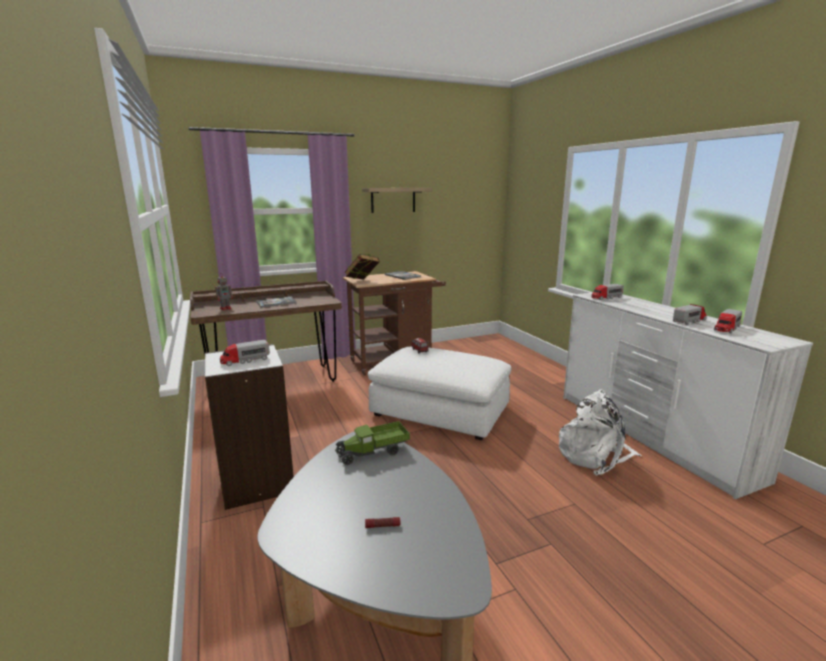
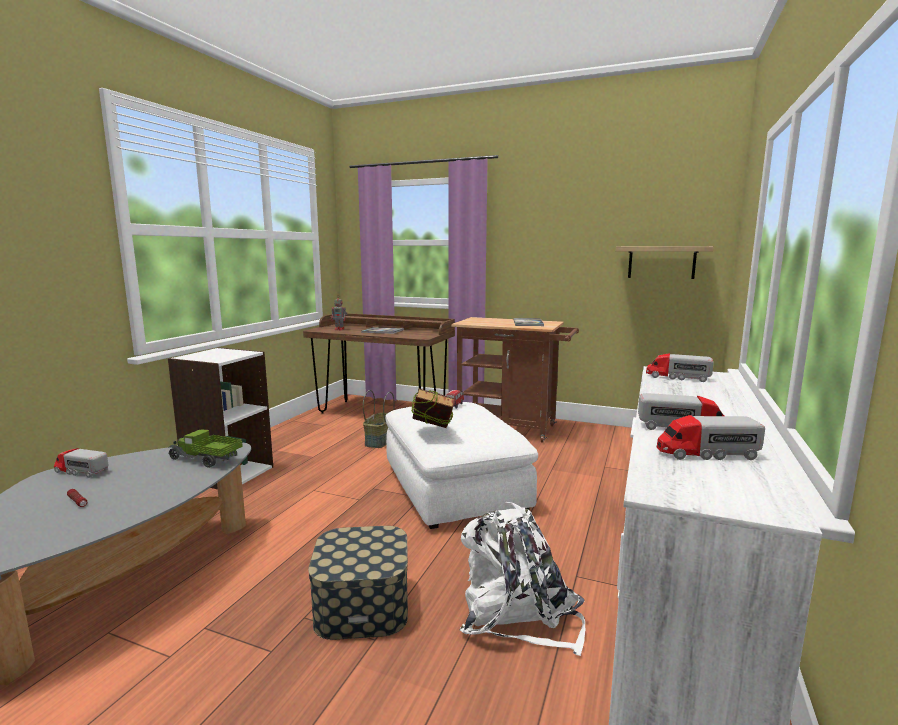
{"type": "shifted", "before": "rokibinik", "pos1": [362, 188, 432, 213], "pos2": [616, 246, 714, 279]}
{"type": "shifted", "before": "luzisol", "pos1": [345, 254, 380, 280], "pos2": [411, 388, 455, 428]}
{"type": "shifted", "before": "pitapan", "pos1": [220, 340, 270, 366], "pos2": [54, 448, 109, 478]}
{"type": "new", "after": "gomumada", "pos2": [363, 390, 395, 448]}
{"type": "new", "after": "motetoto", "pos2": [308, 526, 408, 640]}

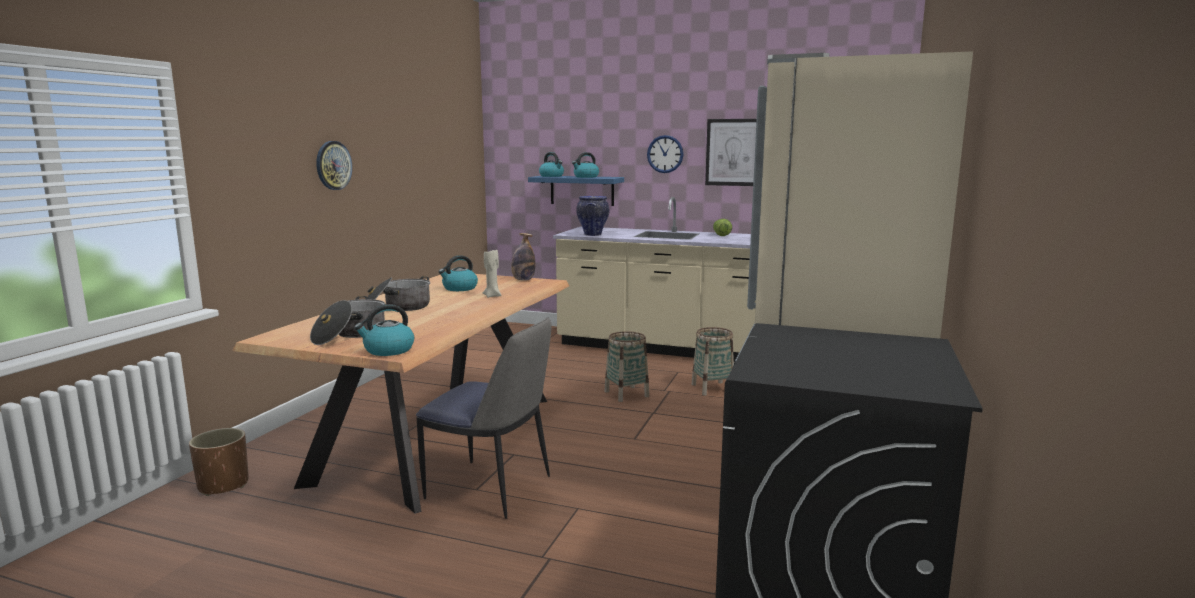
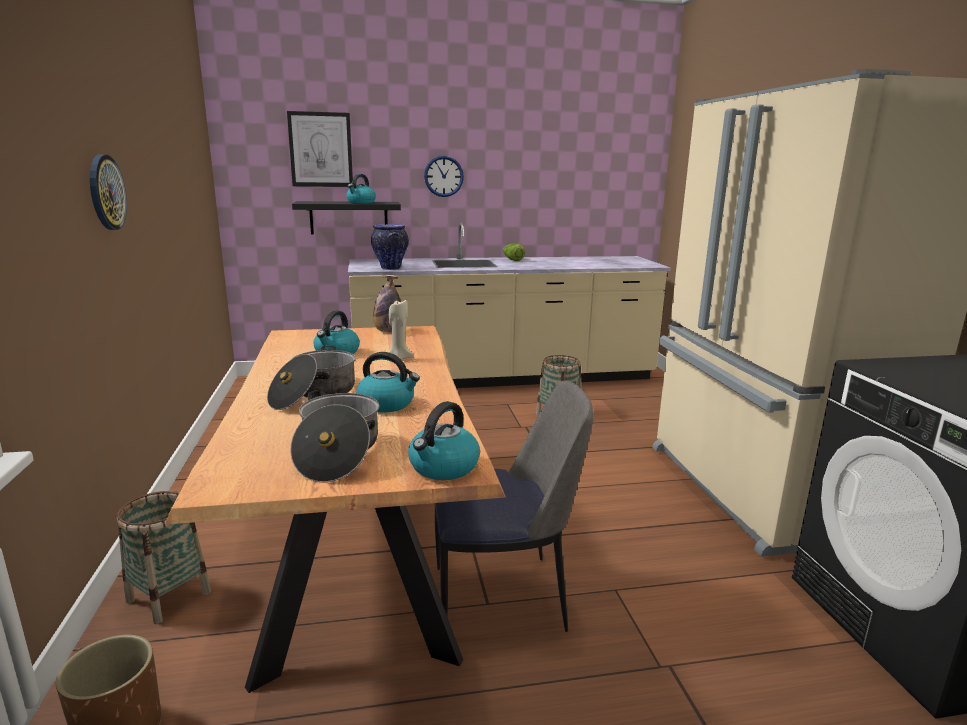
{"type": "shifted", "before": "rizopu", "pos1": [705, 119, 757, 186], "pos2": [287, 111, 353, 187]}
{"type": "shifted", "before": "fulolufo", "pos1": [539, 152, 564, 177], "pos2": [356, 352, 420, 413]}
{"type": "repainted", "before": "blue_rokibinik", "after": "black_rokibinik", "pos1": [528, 176, 624, 206], "pos2": [292, 201, 401, 234]}
{"type": "shifted", "before": "gomumada", "pos1": [604, 331, 649, 402], "pos2": [117, 491, 211, 624]}

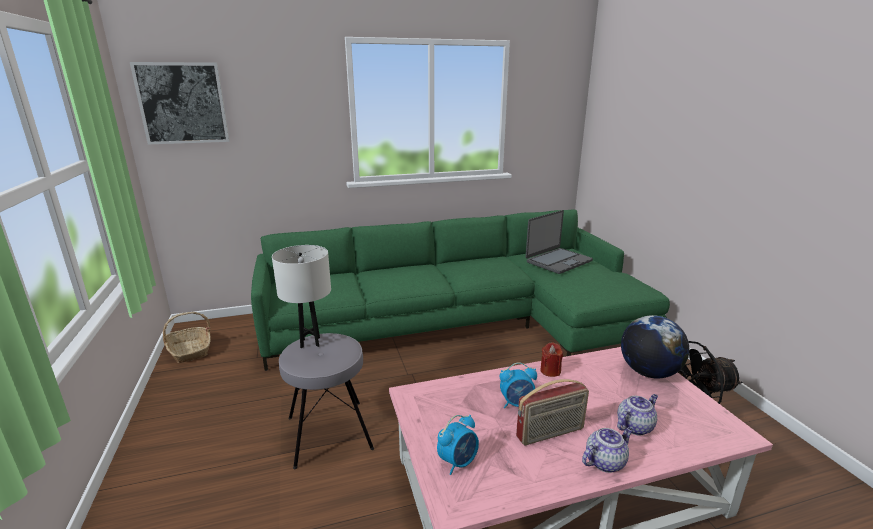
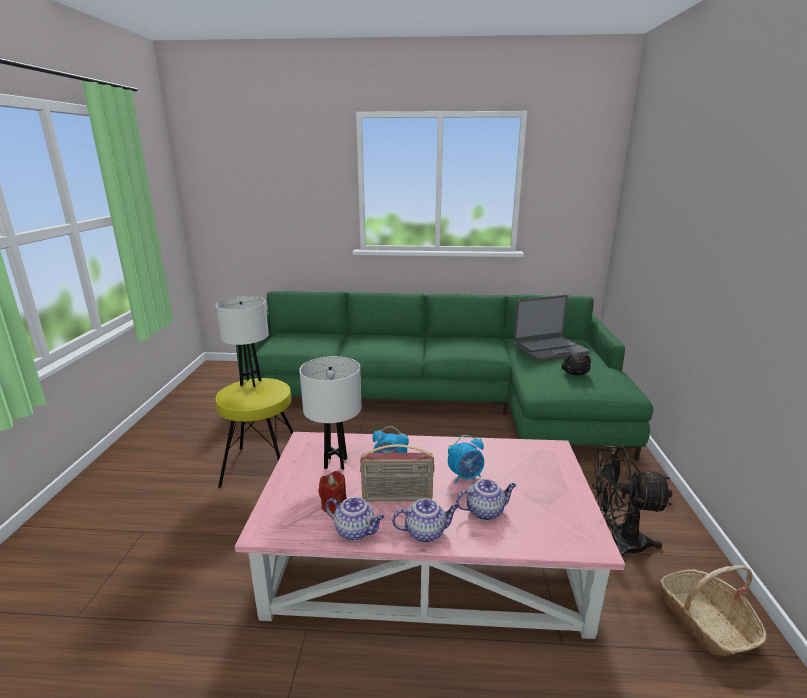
{"type": "gone", "before": "rizopu", "pos1": [130, 62, 230, 144]}
{"type": "shifted", "before": "gomumada", "pos1": [163, 312, 211, 363], "pos2": [660, 565, 767, 656]}
{"type": "gone", "before": "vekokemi", "pos1": [621, 315, 689, 378]}
{"type": "repainted", "before": "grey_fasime", "after": "yellow_fasime", "pos1": [279, 333, 374, 470], "pos2": [215, 378, 293, 488]}
{"type": "shifted", "before": "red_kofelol", "pos1": [540, 343, 563, 377], "pos2": [318, 471, 347, 513]}
{"type": "shifted", "before": "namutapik", "pos1": [437, 415, 479, 475], "pos2": [448, 435, 484, 483]}
{"type": "new", "after": "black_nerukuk", "pos2": [562, 353, 591, 375]}
{"type": "new", "after": "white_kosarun", "pos2": [299, 356, 361, 470]}
{"type": "new", "after": "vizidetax", "pos2": [325, 497, 384, 541]}

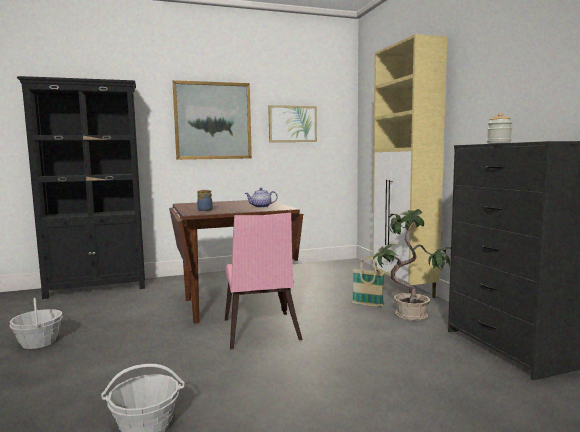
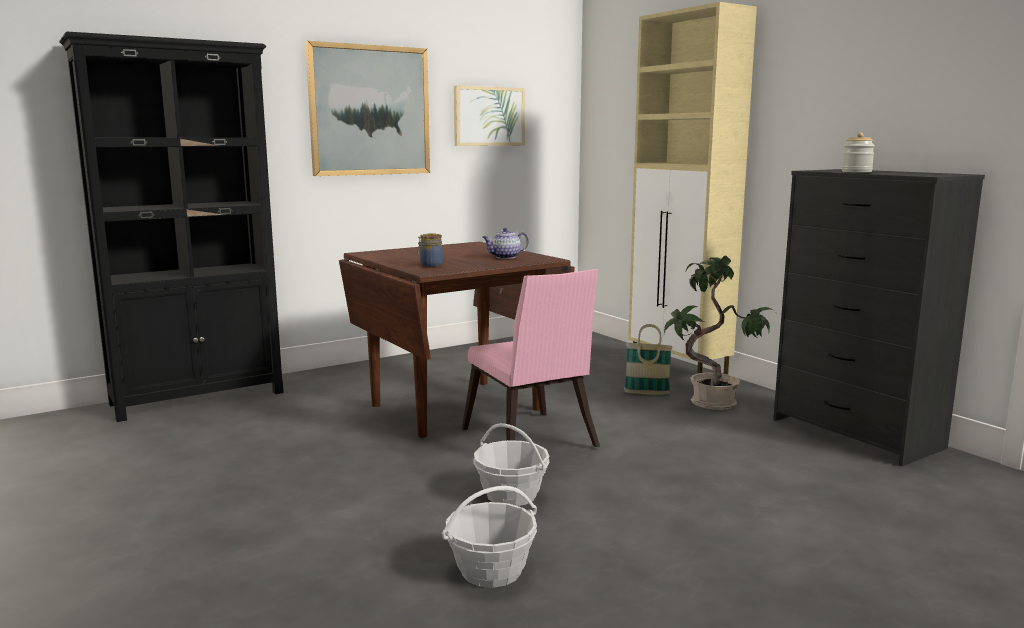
{"type": "shifted", "before": "gomumada", "pos1": [9, 298, 63, 349], "pos2": [473, 423, 550, 506]}

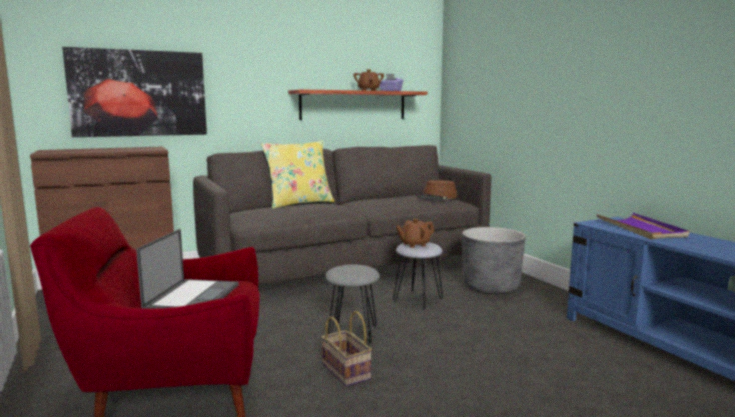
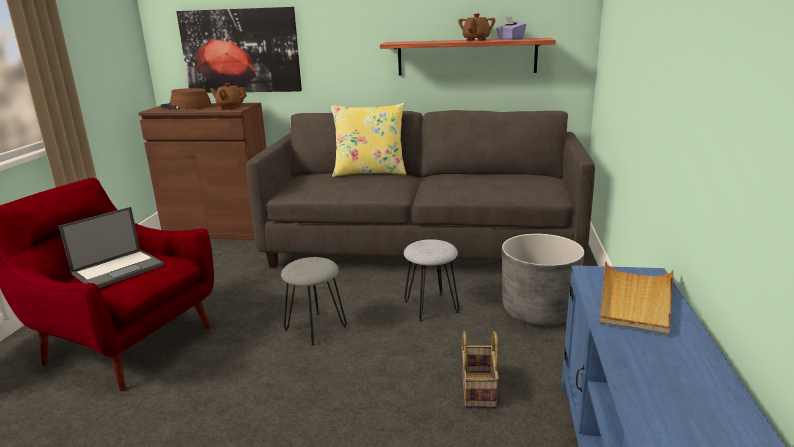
{"type": "shifted", "before": "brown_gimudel", "pos1": [416, 180, 457, 200], "pos2": [160, 88, 212, 110]}
{"type": "repainted", "before": "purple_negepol", "after": "beige_negepol", "pos1": [596, 213, 689, 239], "pos2": [600, 261, 673, 335]}
{"type": "shifted", "before": "brown_vizidetax", "pos1": [396, 219, 434, 248], "pos2": [210, 83, 247, 109]}
{"type": "shifted", "before": "gomumada", "pos1": [321, 311, 372, 386], "pos2": [462, 331, 499, 408]}

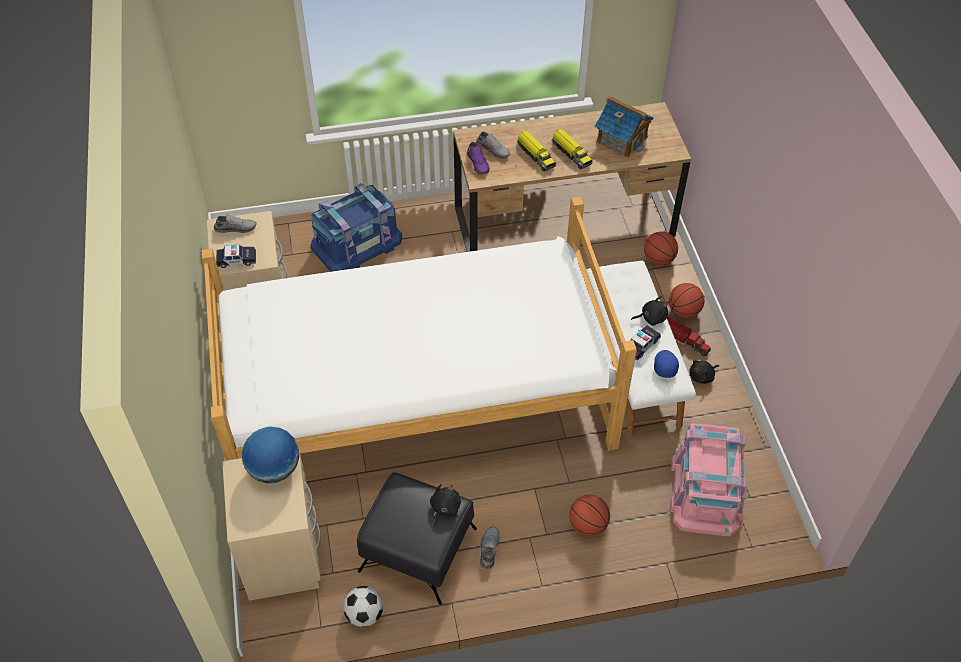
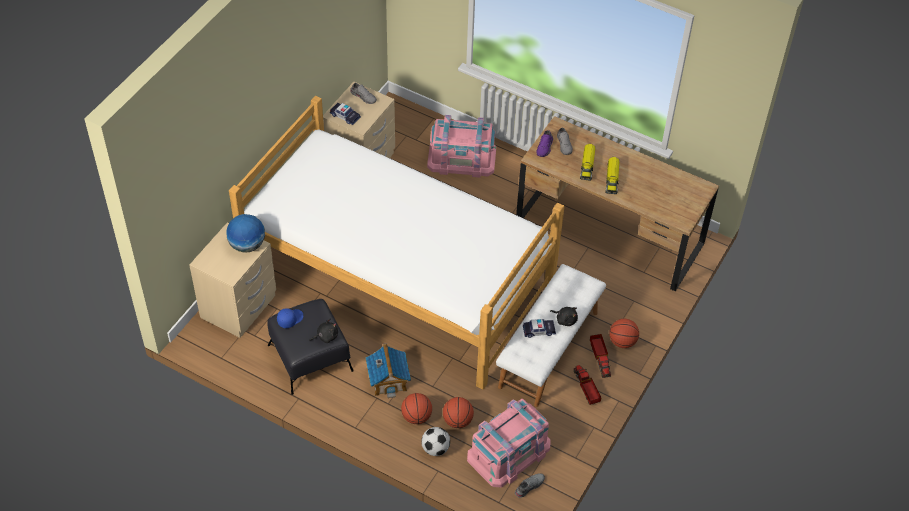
{"type": "shifted", "before": "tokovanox", "pos1": [595, 96, 654, 158], "pos2": [366, 343, 411, 398]}
{"type": "repainted", "before": "blue_motetoto", "after": "pink_motetoto", "pos1": [311, 183, 402, 272], "pos2": [427, 115, 496, 178]}
{"type": "shifted", "before": "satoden", "pos1": [644, 231, 678, 266], "pos2": [443, 397, 474, 428]}
{"type": "shifted", "before": "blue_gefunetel", "pos1": [654, 350, 679, 378], "pos2": [277, 308, 303, 328]}
{"type": "swapped", "before": "black_nerukuk", "after": "pitapan", "pos1": [689, 360, 719, 384], "pos2": [573, 365, 601, 405]}
{"type": "shifted", "before": "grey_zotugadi", "pos1": [480, 526, 499, 569], "pos2": [515, 473, 545, 498]}
{"type": "shifted", "before": "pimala", "pos1": [343, 586, 383, 627], "pos2": [421, 427, 450, 456]}

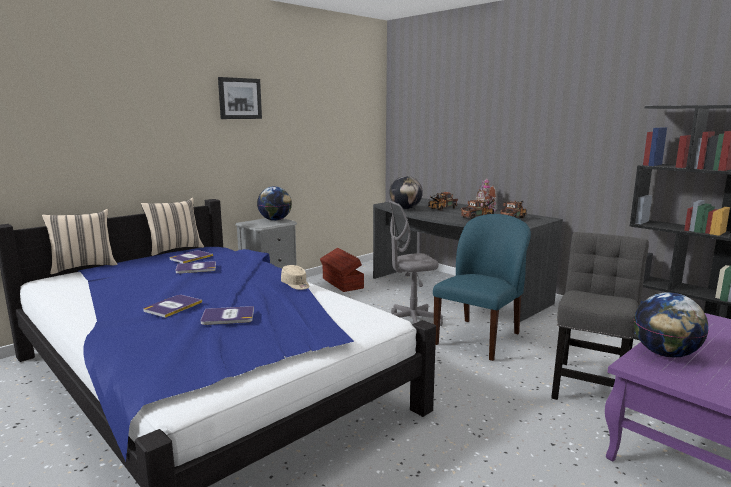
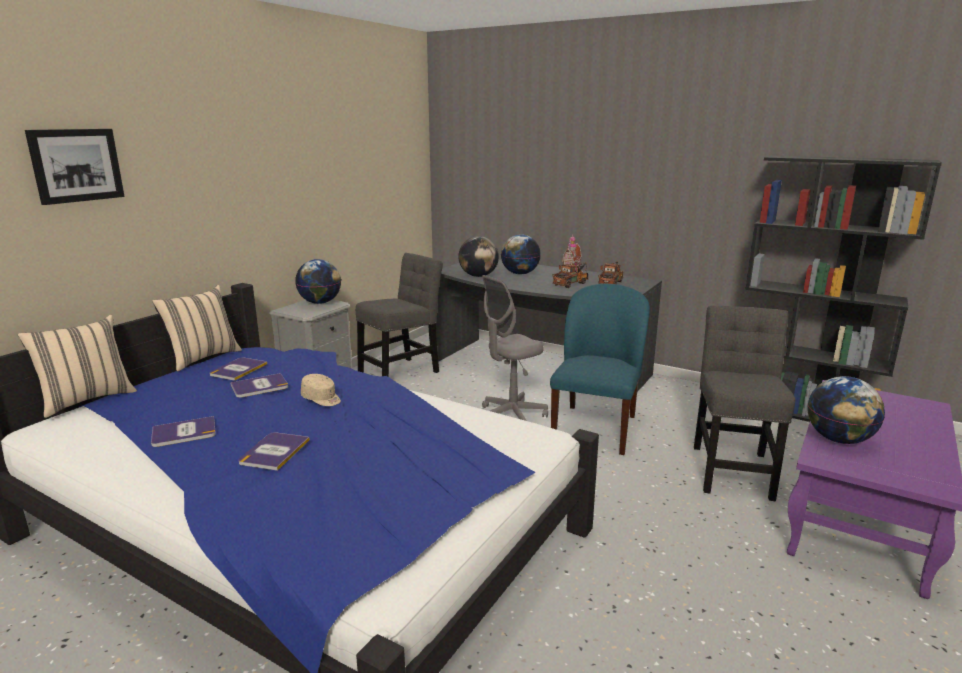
{"type": "shifted", "before": "rizopu", "pos1": [218, 77, 262, 119], "pos2": [25, 129, 125, 205]}
{"type": "swapped", "before": "pitapan", "after": "vekokemi", "pos1": [428, 192, 458, 211], "pos2": [501, 234, 541, 275]}
{"type": "swapped", "before": "brown_motetoto", "after": "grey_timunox", "pos1": [320, 248, 364, 292], "pos2": [356, 253, 443, 377]}
{"type": "shifted", "before": "beige_gefunetel", "pos1": [281, 265, 309, 290], "pos2": [301, 374, 341, 406]}
{"type": "shifted", "before": "luzisol", "pos1": [200, 306, 254, 325], "pos2": [151, 416, 216, 447]}

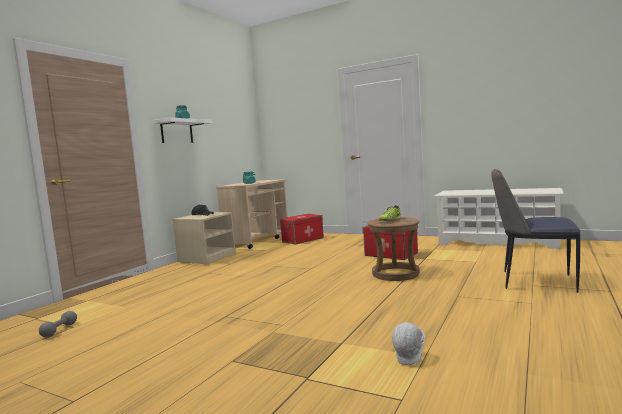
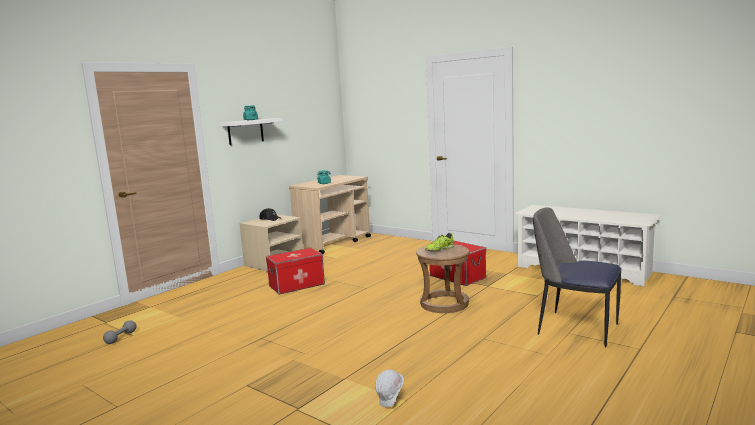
{"type": "shifted", "before": "motetoto", "pos1": [280, 214, 324, 245], "pos2": [266, 248, 325, 294]}

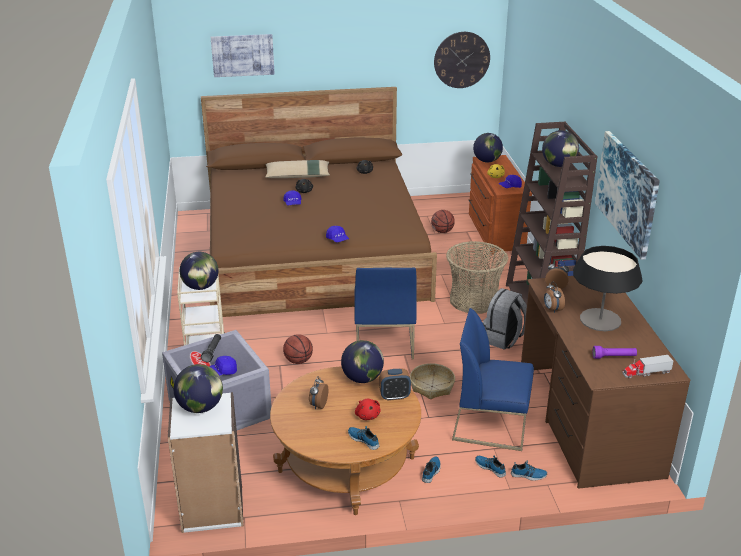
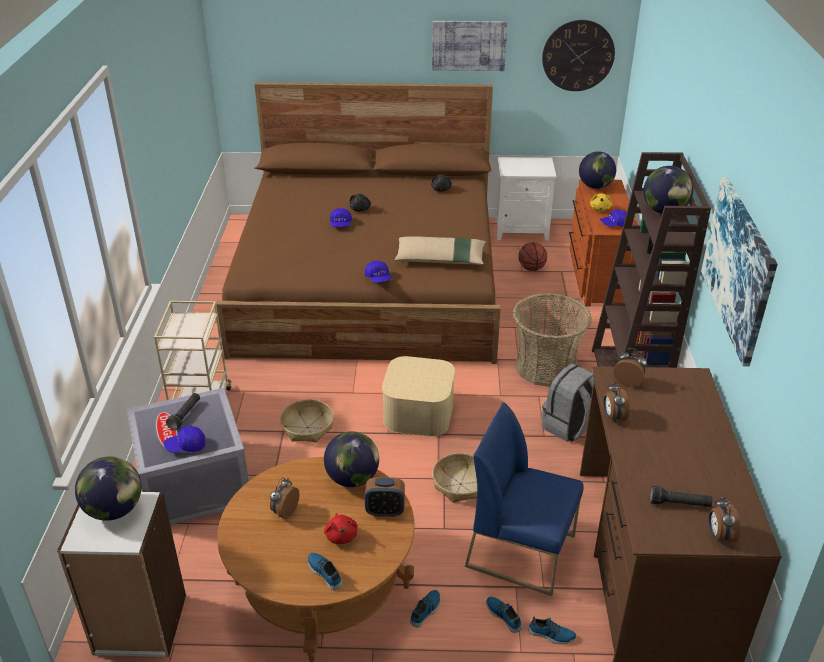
{"type": "shifted", "before": "rizopu", "pos1": [211, 34, 275, 77], "pos2": [432, 21, 507, 71]}
{"type": "shifted", "before": "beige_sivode", "pos1": [265, 160, 330, 178], "pos2": [395, 236, 486, 265]}
{"type": "gone", "before": "kosarun", "pos1": [573, 246, 643, 331]}
{"type": "gone", "before": "vekokemi", "pos1": [180, 252, 218, 290]}
{"type": "swapped", "before": "blue_timunox", "after": "beige_motetoto", "pos1": [355, 267, 416, 360], "pos2": [382, 356, 455, 436]}
{"type": "swapped", "before": "satoden", "after": "gomumada", "pos1": [283, 334, 313, 364], "pos2": [280, 399, 334, 443]}
{"type": "repainted", "before": "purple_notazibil", "after": "black_notazibil", "pos1": [592, 346, 637, 359], "pos2": [650, 486, 712, 507]}
{"type": "swapped", "before": "pitapan", "after": "namutapik", "pos1": [623, 355, 674, 379], "pos2": [709, 497, 740, 544]}
{"type": "new", "after": "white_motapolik", "pos2": [497, 157, 556, 241]}

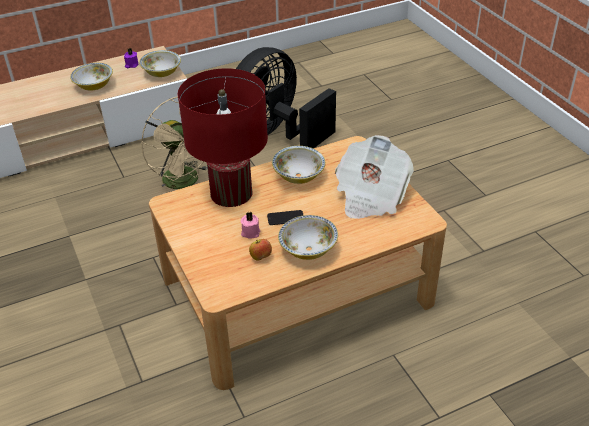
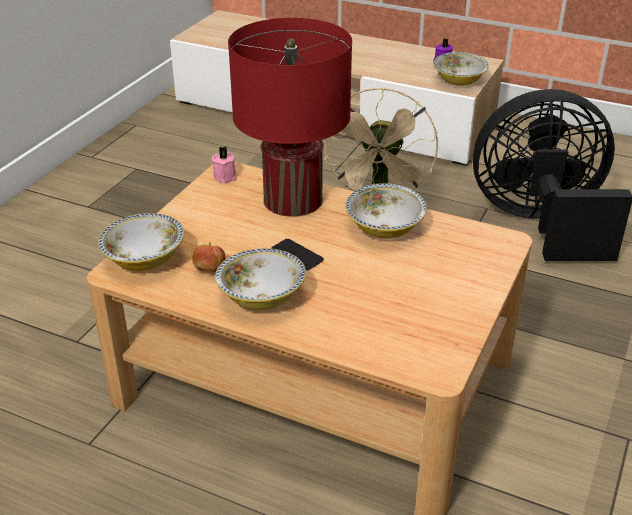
{"type": "shifted", "before": "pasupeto", "pos1": [70, 63, 113, 91], "pos2": [98, 213, 184, 271]}
{"type": "gone", "before": "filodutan", "pos1": [335, 135, 414, 219]}
{"type": "shifted", "before": "pink_kofelol", "pos1": [240, 212, 261, 239], "pos2": [211, 146, 237, 183]}

